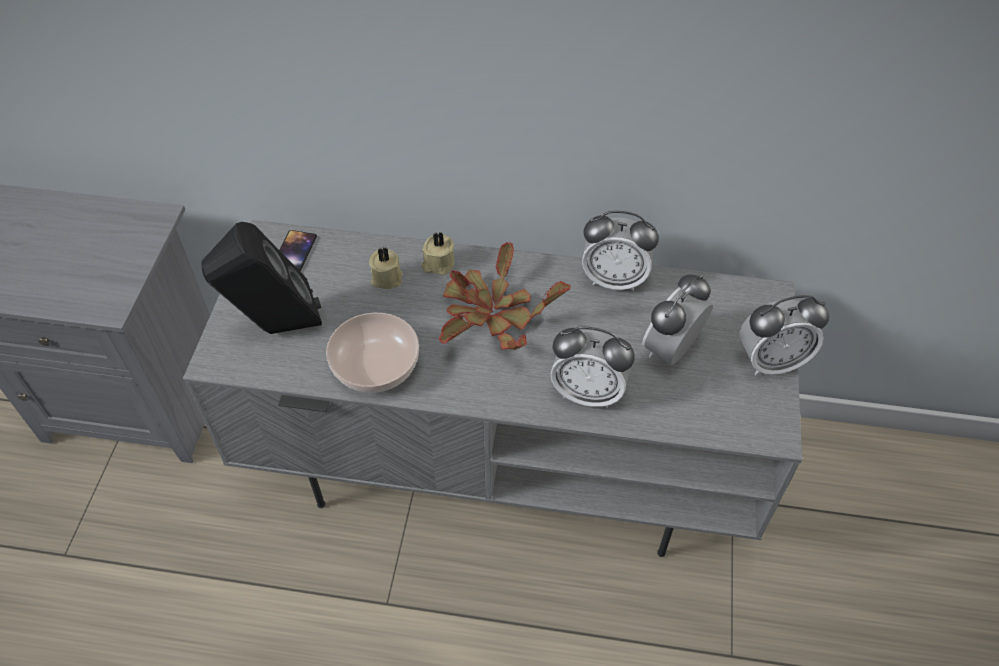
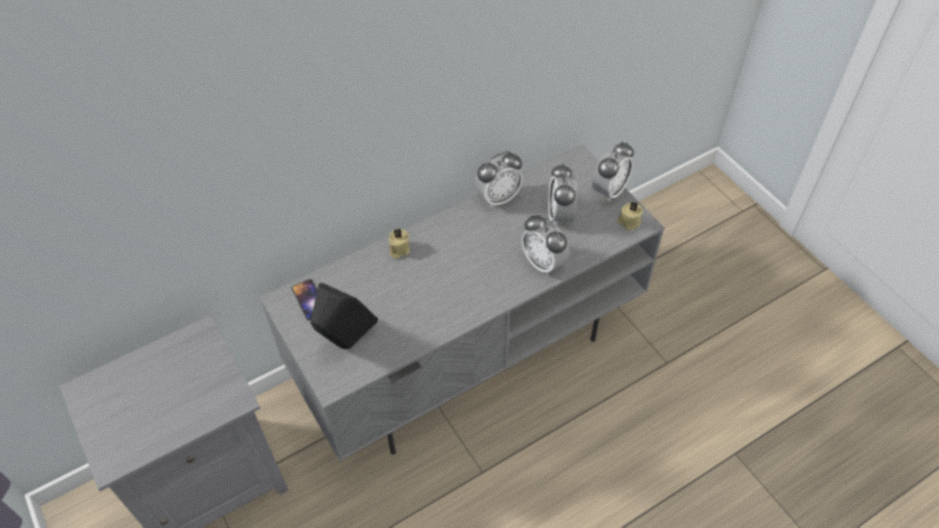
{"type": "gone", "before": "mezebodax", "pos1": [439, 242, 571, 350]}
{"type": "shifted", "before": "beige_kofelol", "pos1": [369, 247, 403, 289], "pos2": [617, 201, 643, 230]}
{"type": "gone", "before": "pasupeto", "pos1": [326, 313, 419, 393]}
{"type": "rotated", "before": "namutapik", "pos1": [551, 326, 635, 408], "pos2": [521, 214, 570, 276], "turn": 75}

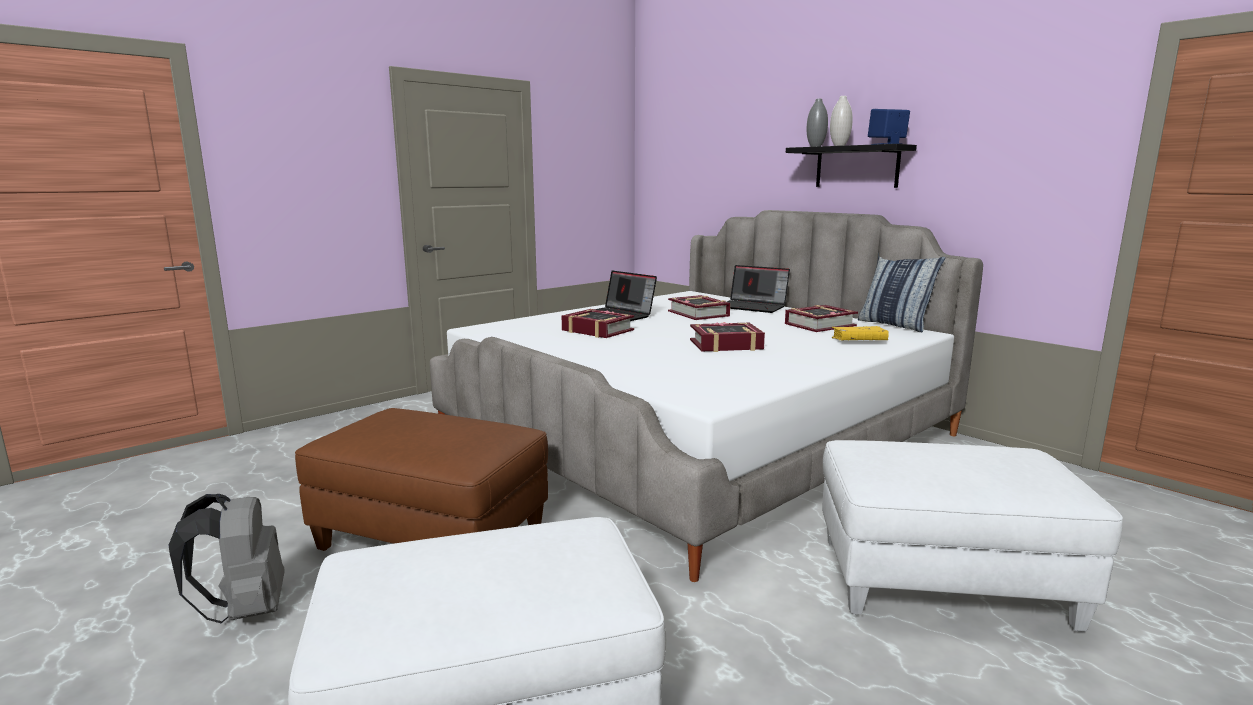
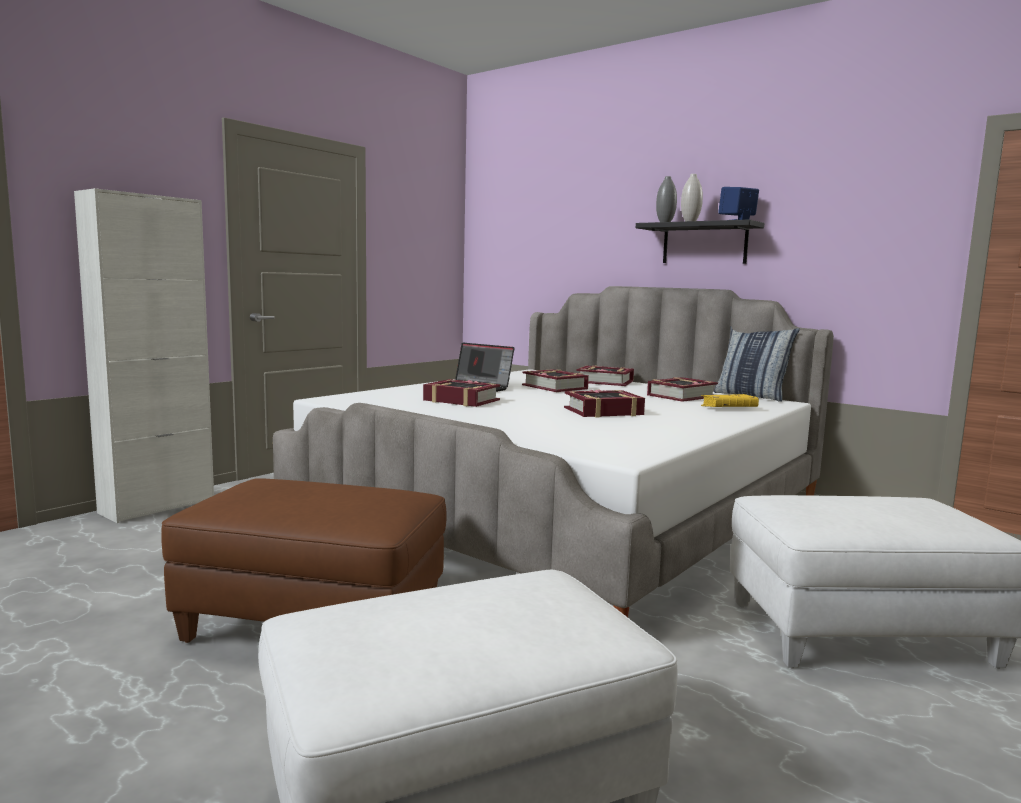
{"type": "swapped", "before": "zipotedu", "after": "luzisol", "pos1": [727, 265, 790, 313], "pos2": [576, 365, 634, 386]}
{"type": "gone", "before": "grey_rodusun", "pos1": [169, 494, 285, 623]}
{"type": "new", "after": "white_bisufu", "pos2": [74, 188, 214, 523]}

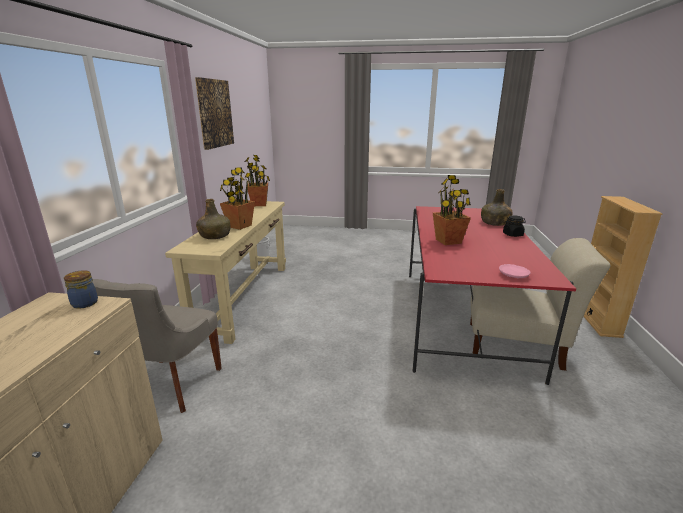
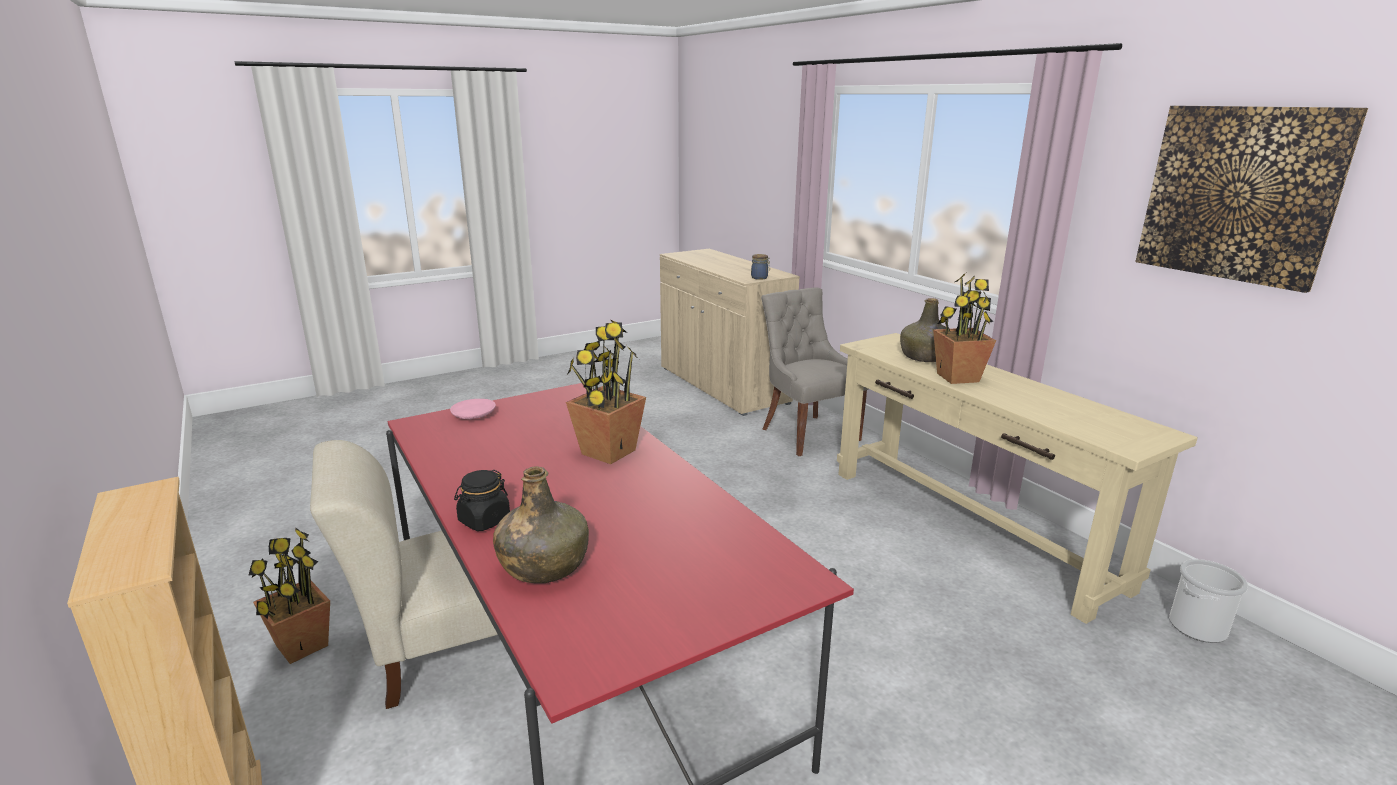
{"type": "shifted", "before": "mezebodax", "pos1": [245, 155, 270, 206], "pos2": [248, 527, 330, 664]}

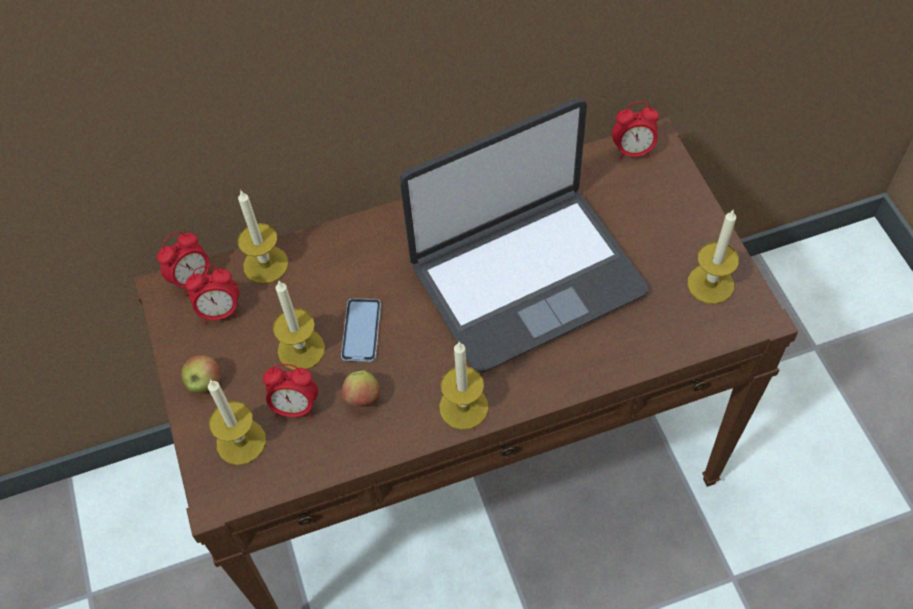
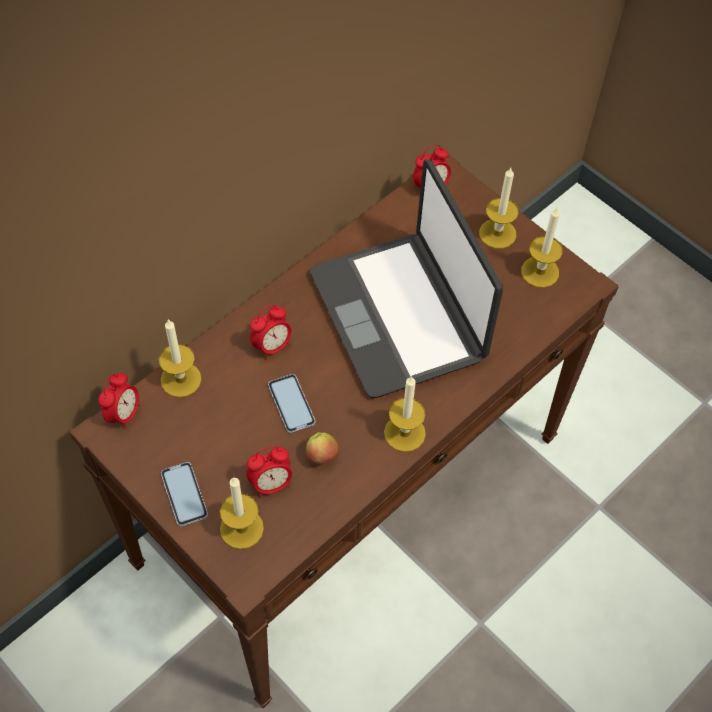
{"type": "rotated", "before": "zipotedu", "pos1": [400, 98, 649, 373], "pos2": [310, 159, 503, 398], "turn": 120}
{"type": "shifted", "before": "namutapik", "pos1": [185, 265, 239, 324], "pos2": [250, 305, 292, 360]}
{"type": "shifted", "before": "kofelol", "pos1": [273, 280, 325, 370], "pos2": [479, 168, 519, 249]}
{"type": "swapped", "before": "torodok", "after": "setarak", "pos1": [181, 355, 220, 393], "pos2": [161, 462, 208, 526]}

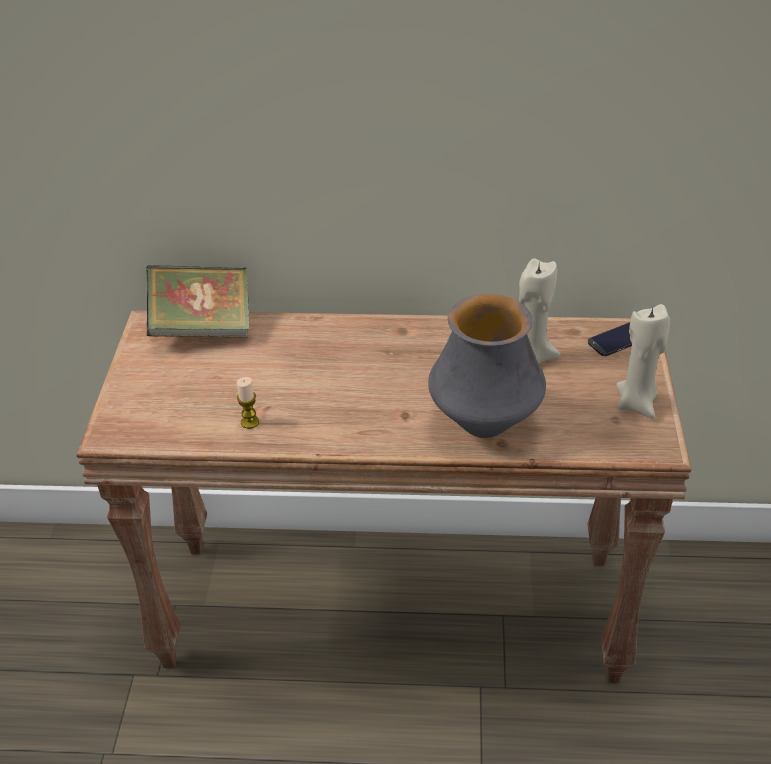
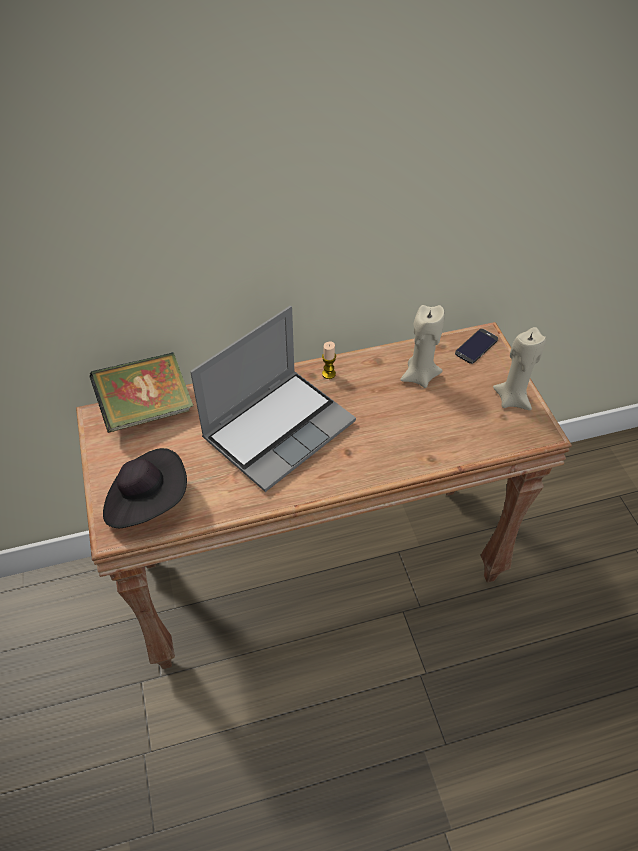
{"type": "gone", "before": "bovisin", "pos1": [428, 294, 546, 438]}
{"type": "shifted", "before": "kofelol", "pos1": [237, 377, 259, 429], "pos2": [322, 342, 336, 379]}
{"type": "new", "after": "zipotedu", "pos2": [190, 306, 356, 492]}
{"type": "new", "after": "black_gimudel", "pos2": [103, 448, 187, 528]}

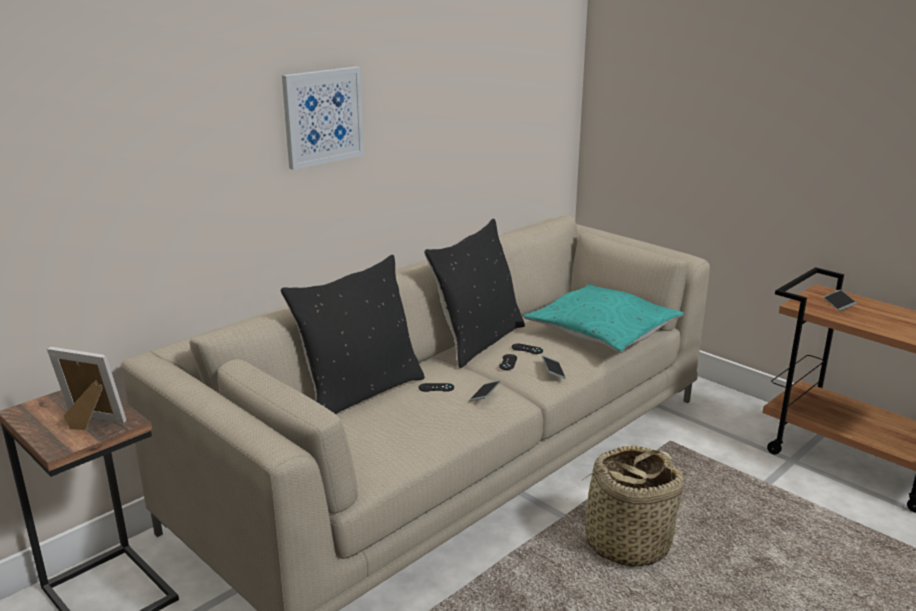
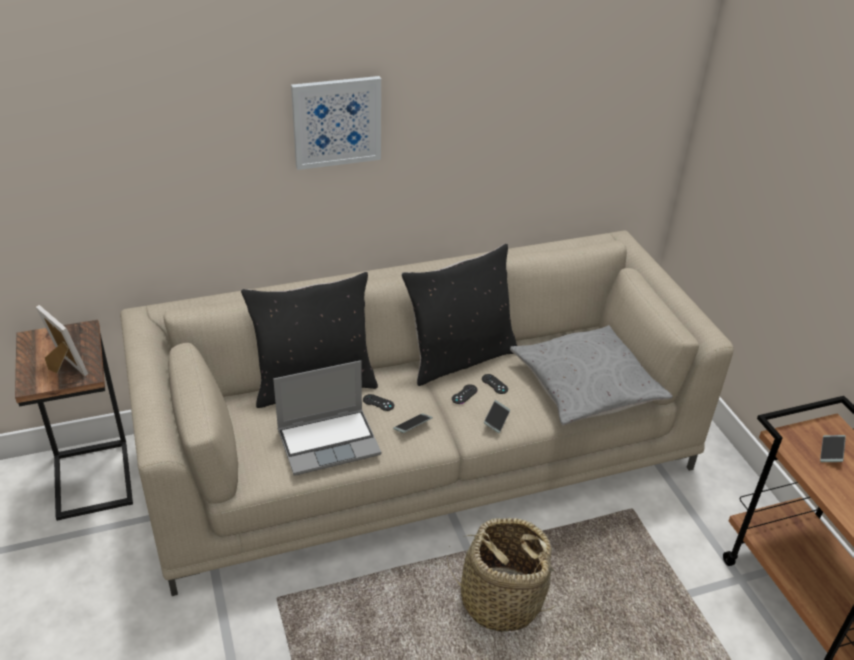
{"type": "repainted", "before": "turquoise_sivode", "after": "grey_sivode", "pos1": [523, 284, 684, 352], "pos2": [510, 325, 673, 425]}
{"type": "new", "after": "zipotedu", "pos2": [273, 360, 381, 476]}

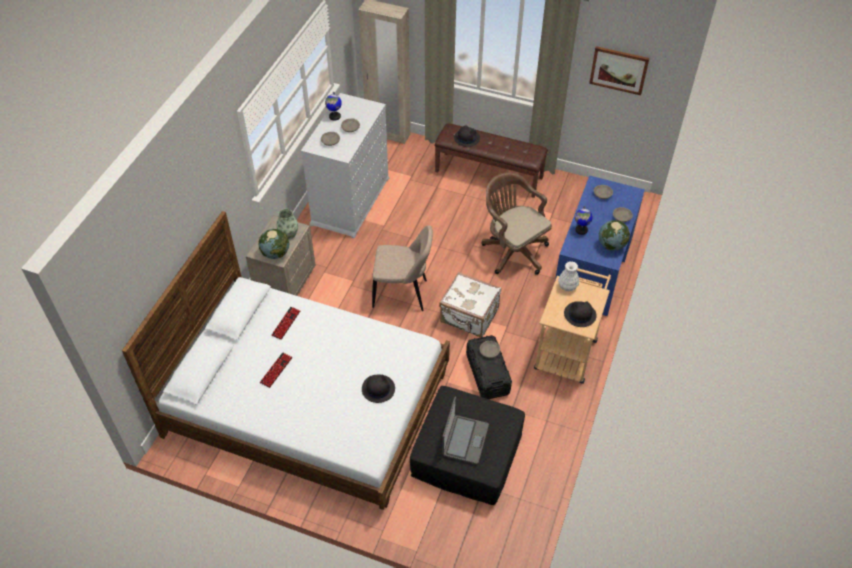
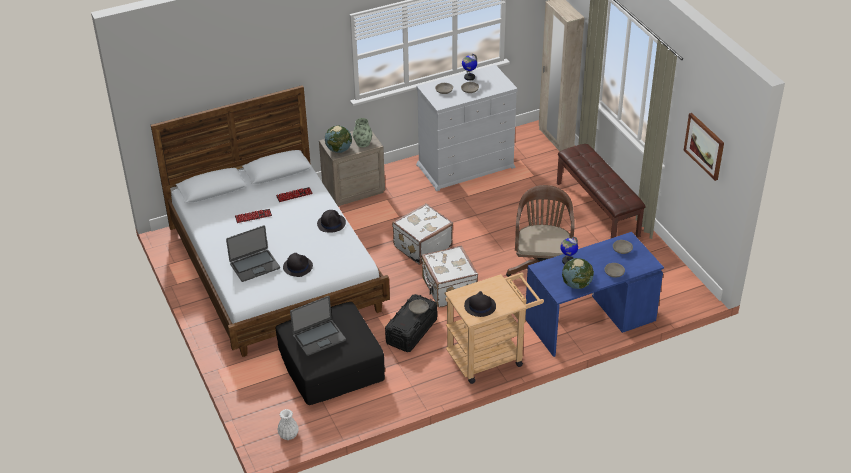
{"type": "shifted", "before": "black_gimudel", "pos1": [454, 126, 480, 147], "pos2": [317, 210, 346, 233]}
{"type": "swapped", "before": "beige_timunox", "after": "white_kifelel", "pos1": [372, 225, 433, 311], "pos2": [392, 203, 453, 265]}
{"type": "shifted", "before": "white_bovisin", "pos1": [558, 261, 579, 291], "pos2": [277, 409, 299, 440]}
{"type": "new", "after": "zipotedu", "pos2": [226, 225, 280, 282]}

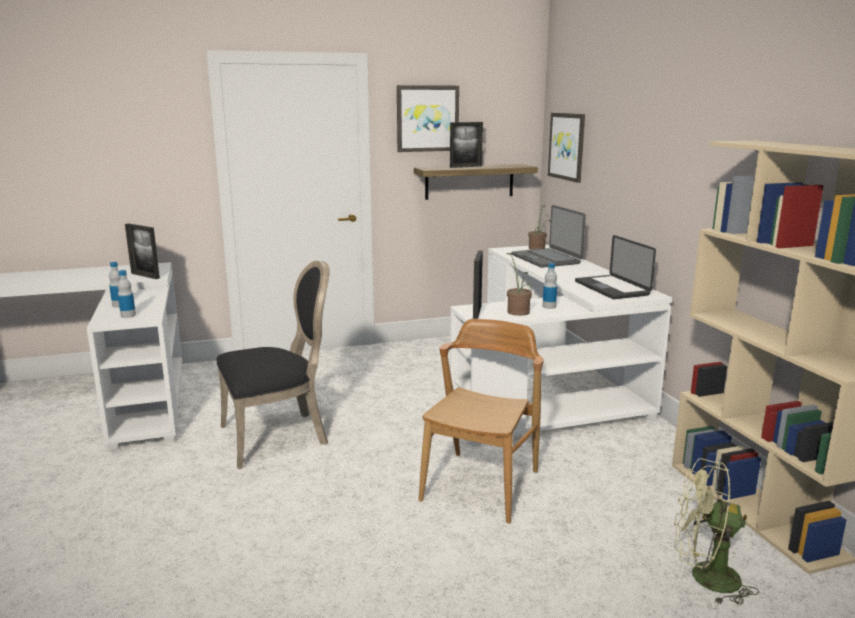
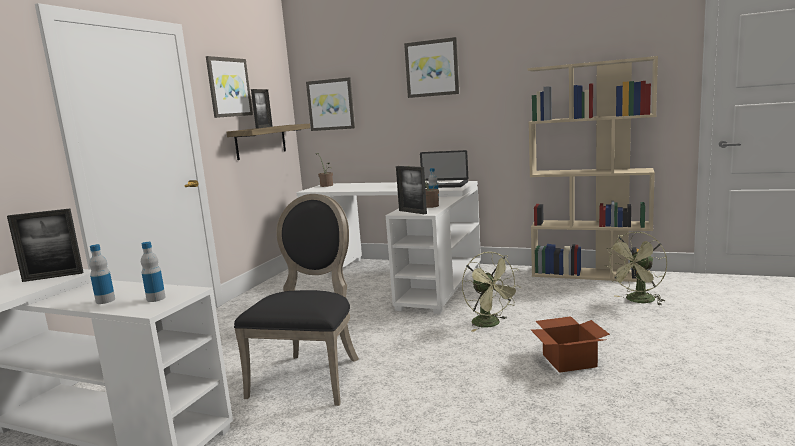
{"type": "gone", "before": "zipotedu", "pos1": [512, 205, 586, 268]}
{"type": "swapped", "before": "brown_timunox", "after": "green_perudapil", "pos1": [419, 319, 544, 524], "pos2": [462, 252, 521, 332]}
{"type": "new", "after": "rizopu", "pos2": [404, 37, 459, 98]}
{"type": "new", "after": "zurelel", "pos2": [531, 316, 610, 373]}

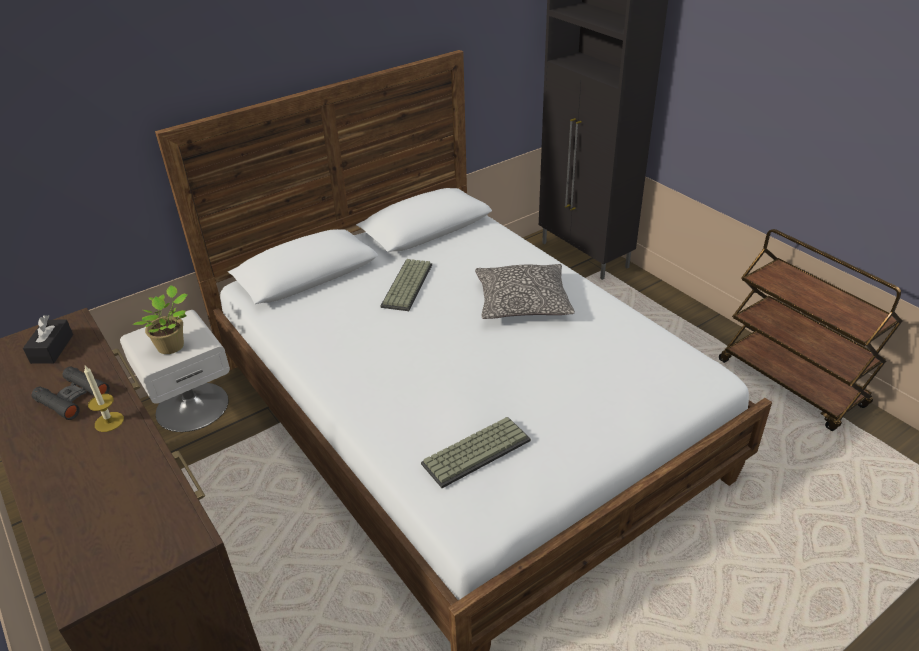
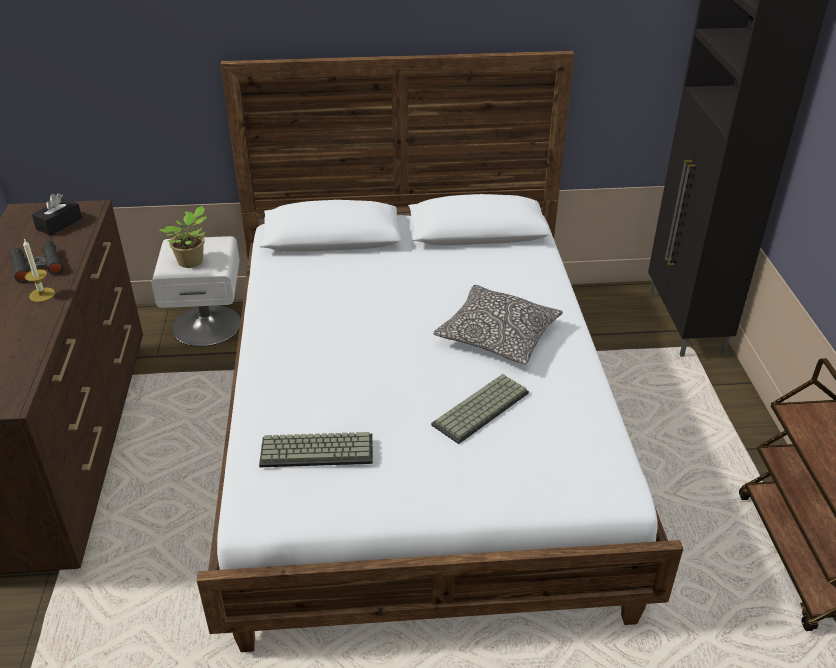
{"type": "shifted", "before": "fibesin", "pos1": [380, 259, 432, 311], "pos2": [431, 374, 529, 444]}

